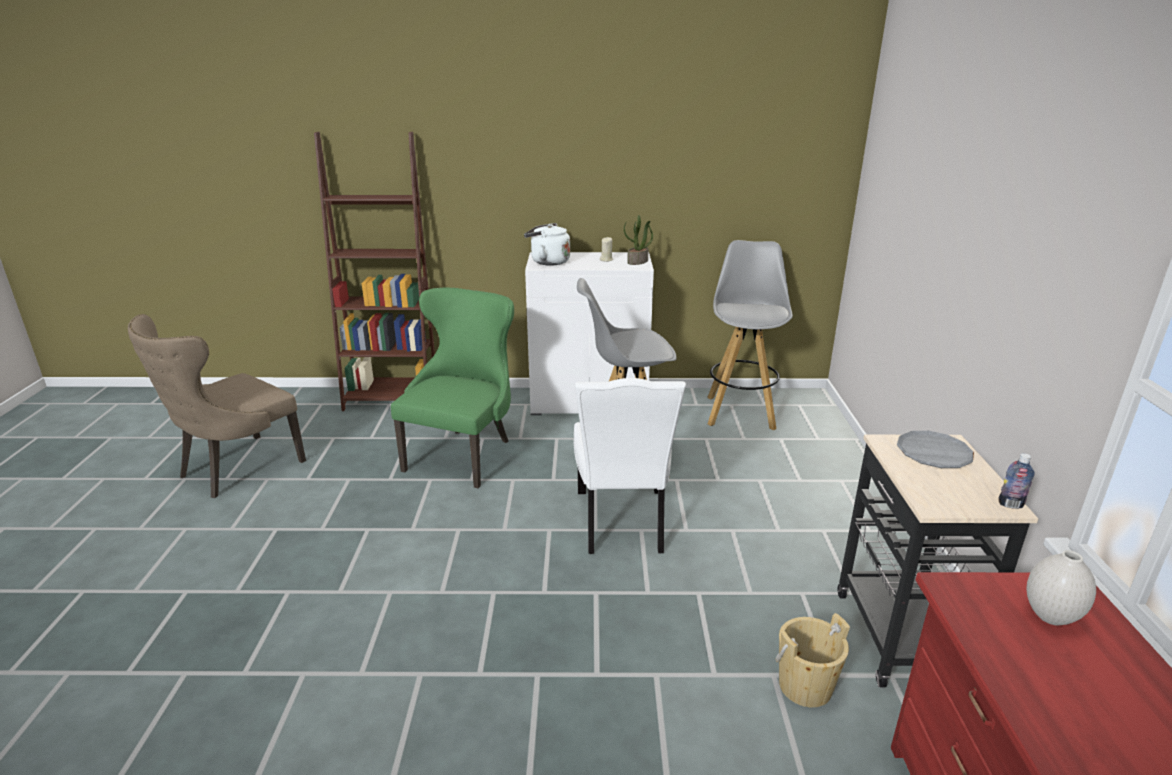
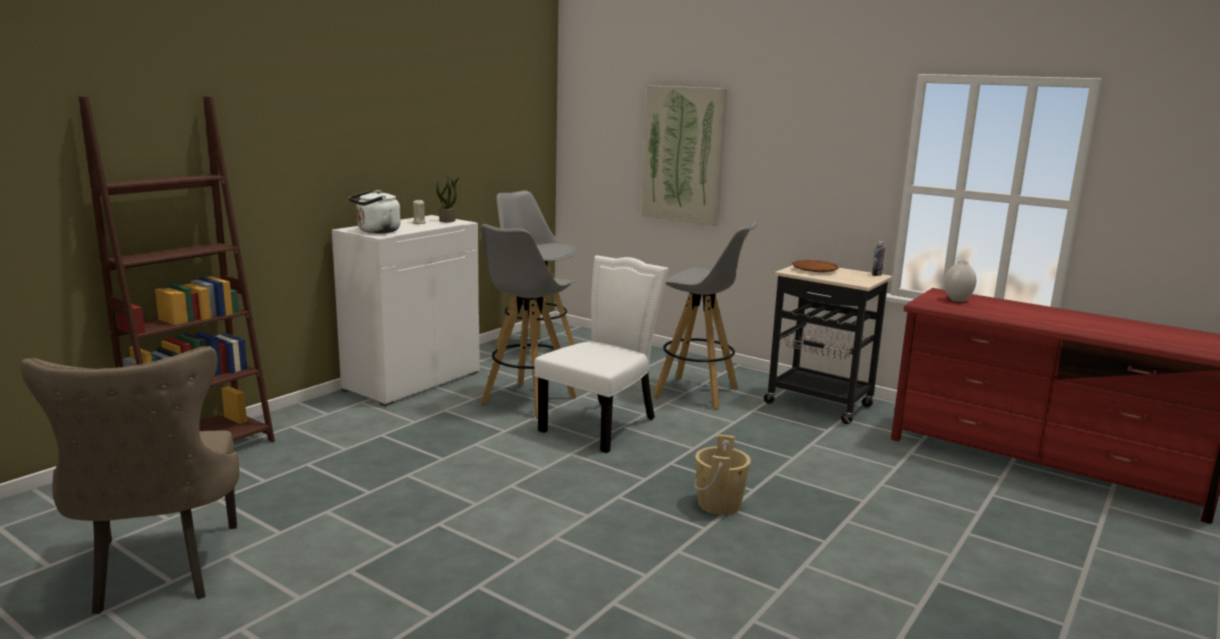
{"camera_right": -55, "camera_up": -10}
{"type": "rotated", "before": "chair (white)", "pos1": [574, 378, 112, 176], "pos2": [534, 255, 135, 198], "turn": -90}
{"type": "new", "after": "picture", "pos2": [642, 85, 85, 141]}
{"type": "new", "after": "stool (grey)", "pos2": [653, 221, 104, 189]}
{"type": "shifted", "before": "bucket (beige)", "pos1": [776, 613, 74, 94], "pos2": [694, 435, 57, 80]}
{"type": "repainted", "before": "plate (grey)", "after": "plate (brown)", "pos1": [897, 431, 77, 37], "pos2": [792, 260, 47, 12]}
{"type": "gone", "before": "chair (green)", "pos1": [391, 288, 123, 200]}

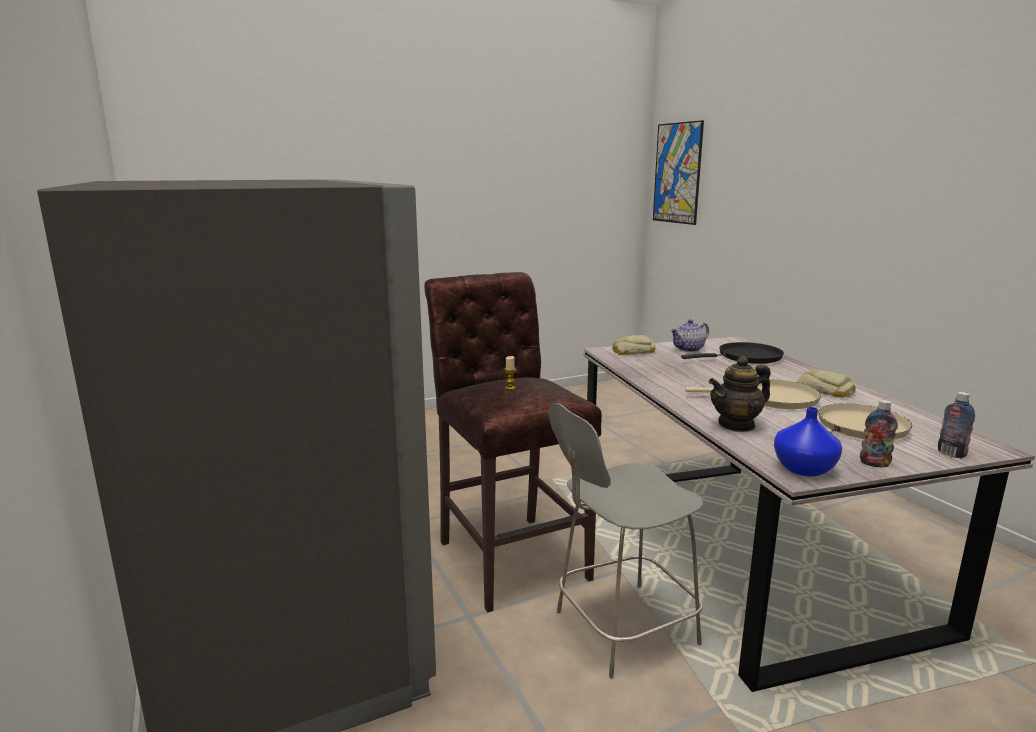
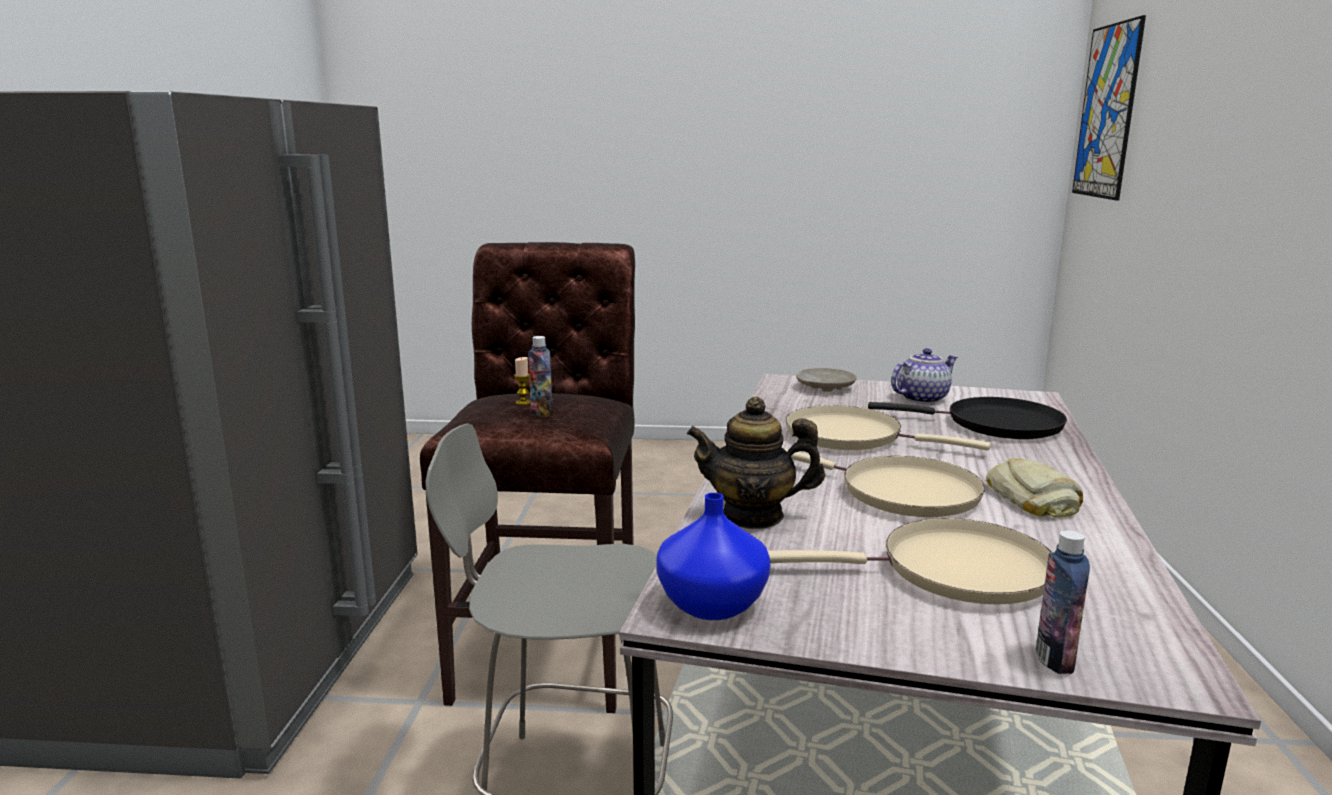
{"camera_right": 30, "camera_up": 0}
{"type": "shifted", "before": "bottle", "pos1": [860, 400, 38, 67], "pos2": [528, 336, 25, 81]}
{"type": "new", "after": "frying pan (beige)", "pos2": [785, 405, 206, 46]}
{"type": "swapped", "before": "bread", "after": "plate (beige)", "pos1": [612, 335, 43, 20], "pos2": [796, 368, 61, 24]}
{"type": "rotated", "before": "teapot", "pos1": [670, 319, 39, 33], "pos2": [891, 348, 67, 56], "turn": 150}

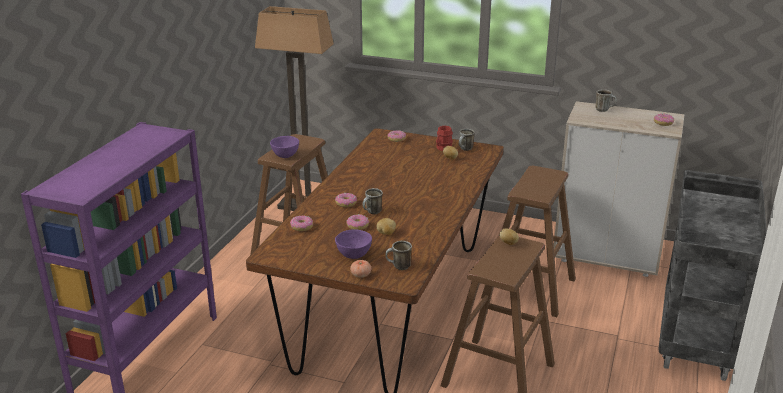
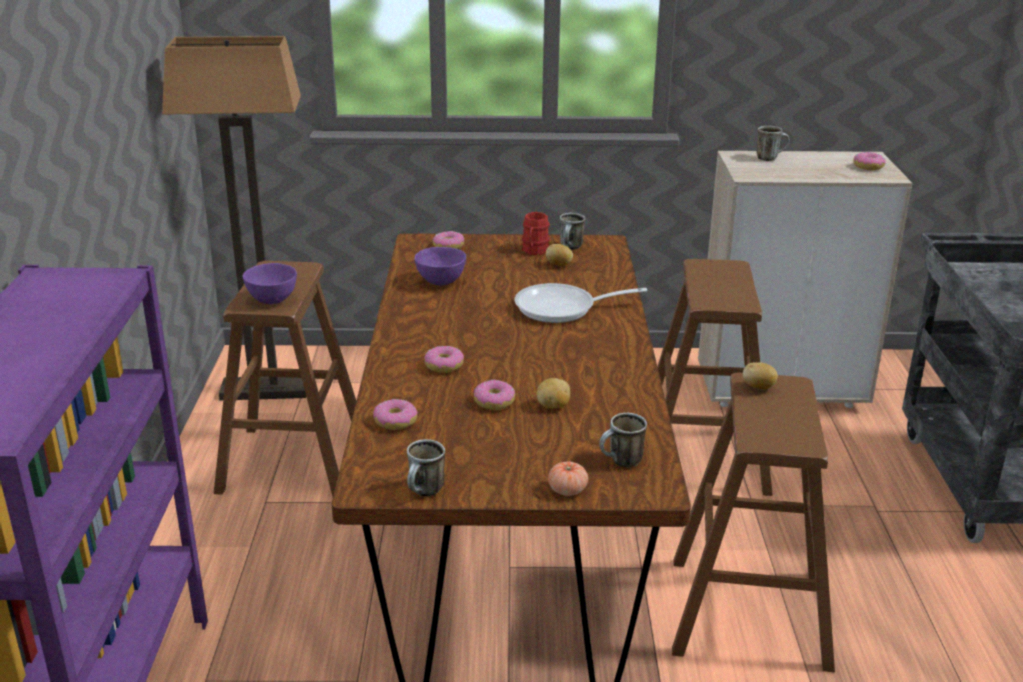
{"camera_right": -20, "camera_up": 0}
{"type": "shifted", "before": "mug", "pos1": [362, 188, 21, 26], "pos2": [407, 439, 38, 57]}
{"type": "shifted", "before": "bowl (purple)", "pos1": [335, 229, 37, 30], "pos2": [414, 247, 52, 38]}
{"type": "new", "after": "frying pan", "pos2": [515, 283, 132, 40]}

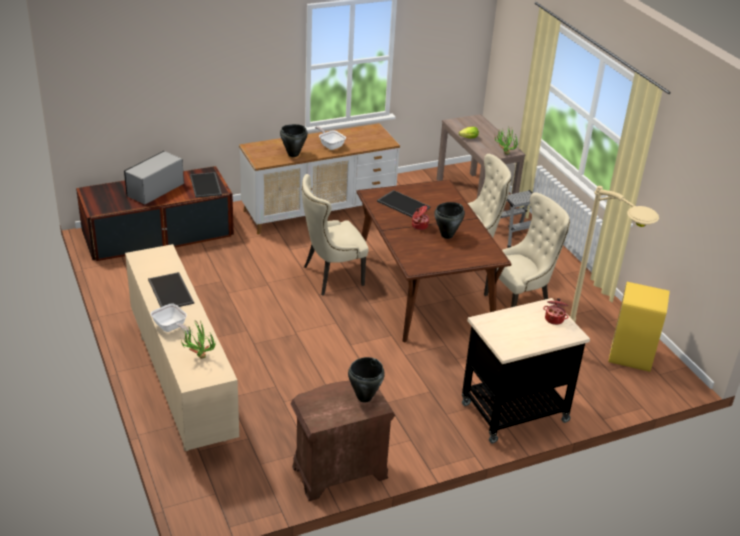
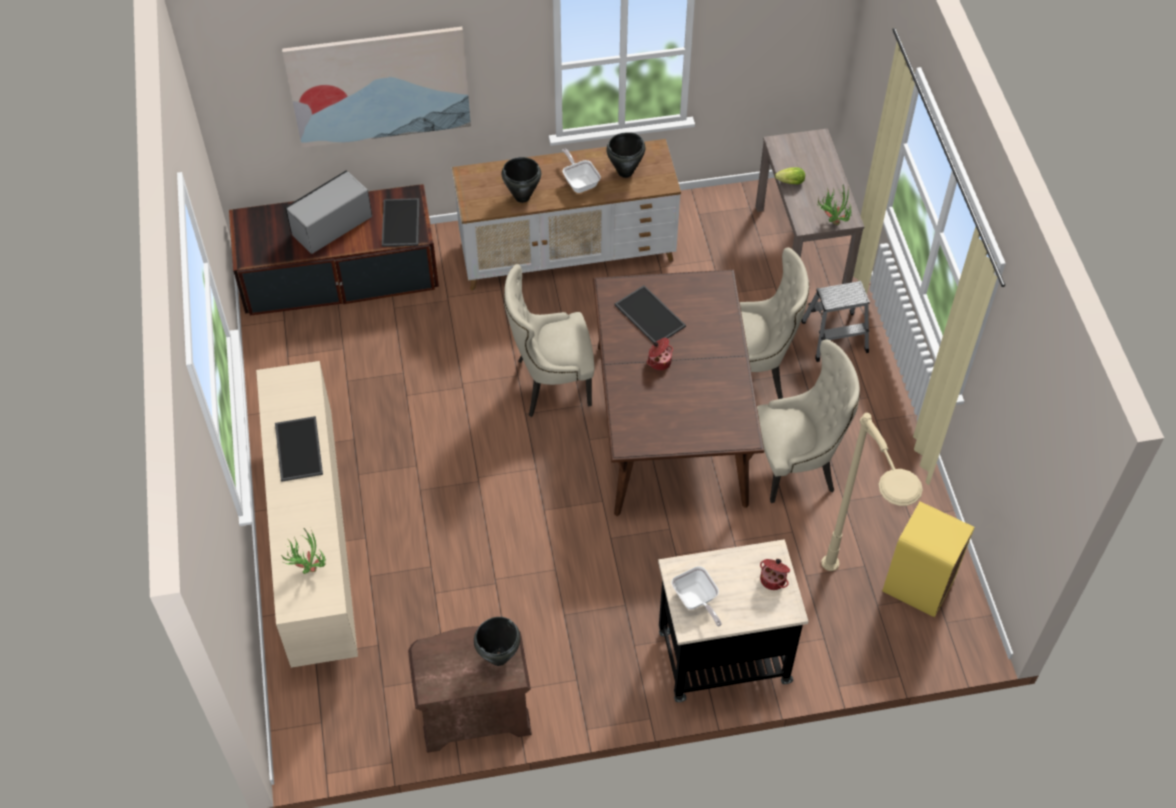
{"camera_right": 15, "camera_up": 20}
{"type": "new", "after": "picture", "pos2": [282, 27, 189, 121]}
{"type": "shifted", "before": "cooking pot (black)", "pos1": [434, 202, 31, 37], "pos2": [606, 132, 39, 46]}
{"type": "shifted", "before": "frying pan", "pos1": [150, 304, 40, 31], "pos2": [671, 566, 51, 61]}

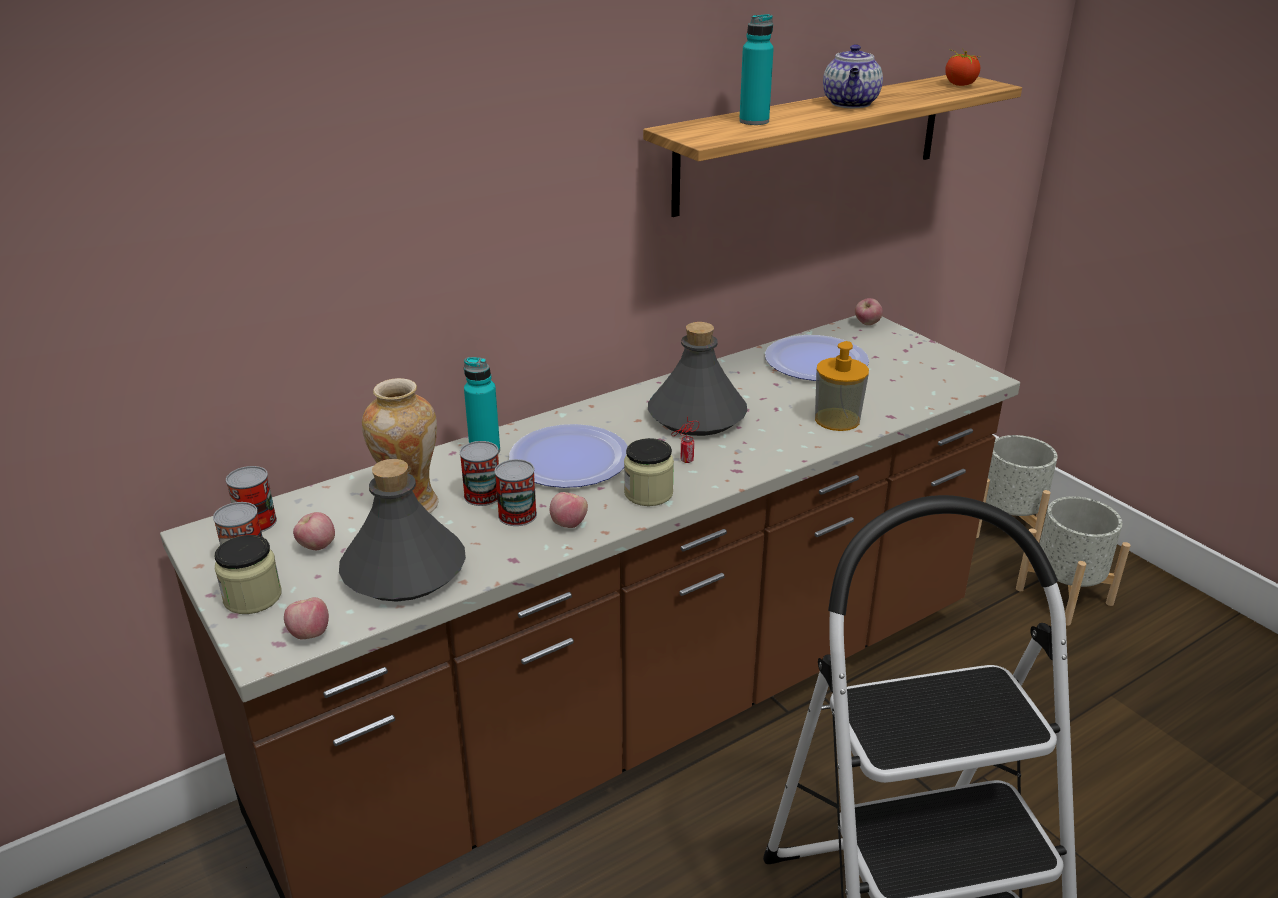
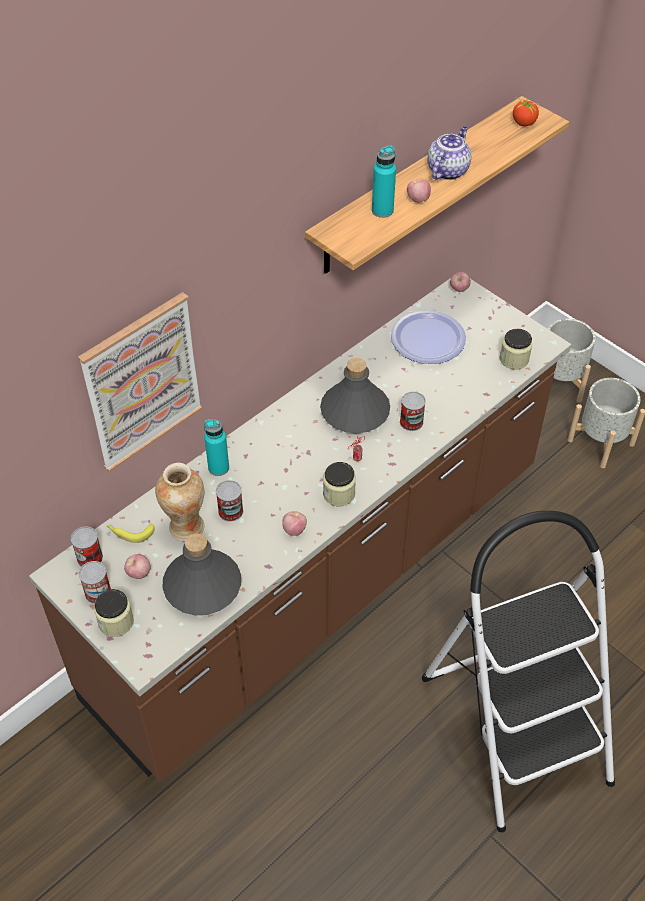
{"camera_right": -10, "camera_up": 20}
{"type": "new", "after": "picture", "pos2": [78, 292, 124, 180]}
{"type": "new", "after": "banana", "pos2": [107, 523, 48, 20]}
{"type": "shifted", "before": "can", "pos1": [495, 459, 42, 67], "pos2": [400, 392, 26, 39]}
{"type": "shifted", "before": "apple", "pos1": [284, 597, 45, 42], "pos2": [407, 179, 24, 24]}
{"type": "rotated", "before": "teapot", "pos1": [823, 44, 60, 64], "pos2": [427, 126, 44, 54], "turn": -150}
{"type": "new", "after": "jar", "pos2": [500, 329, 32, 41]}
{"type": "gone", "before": "plate", "pos1": [509, 424, 119, 64]}
{"type": "gone", "before": "soap dispenser", "pos1": [815, 341, 54, 90]}

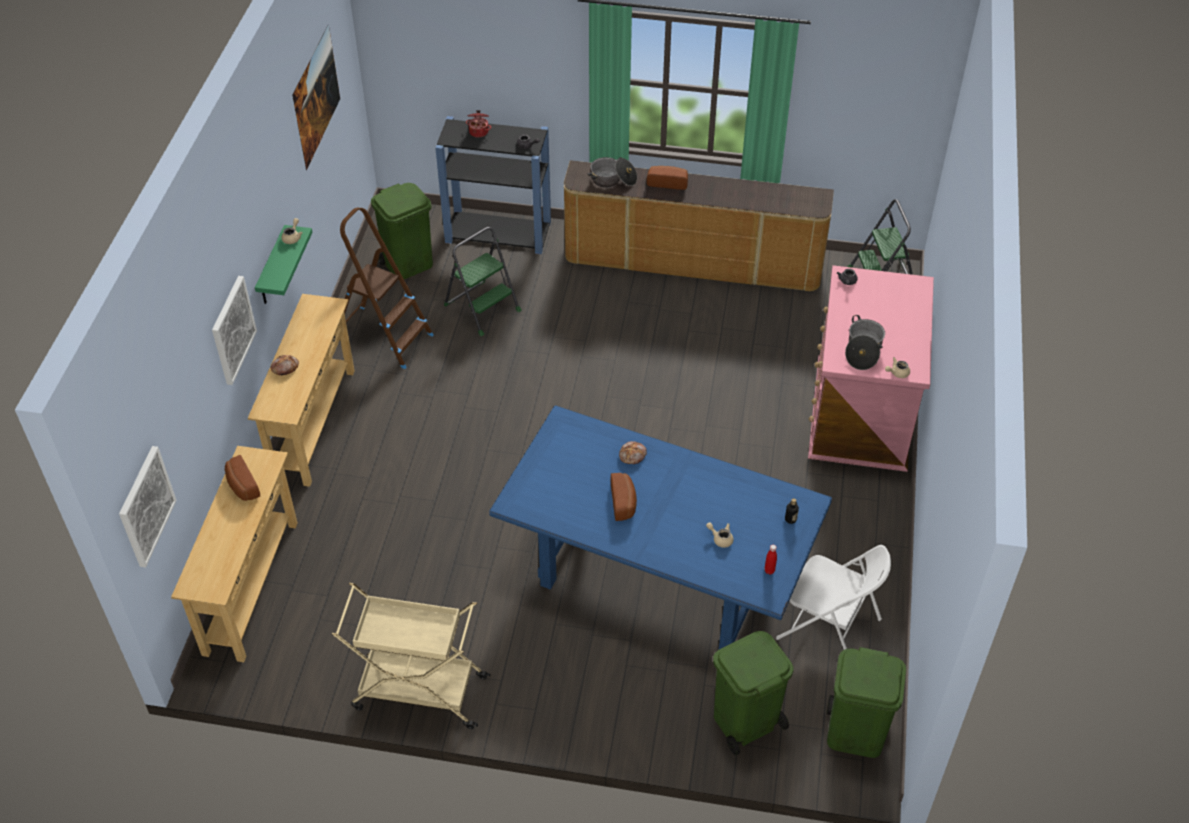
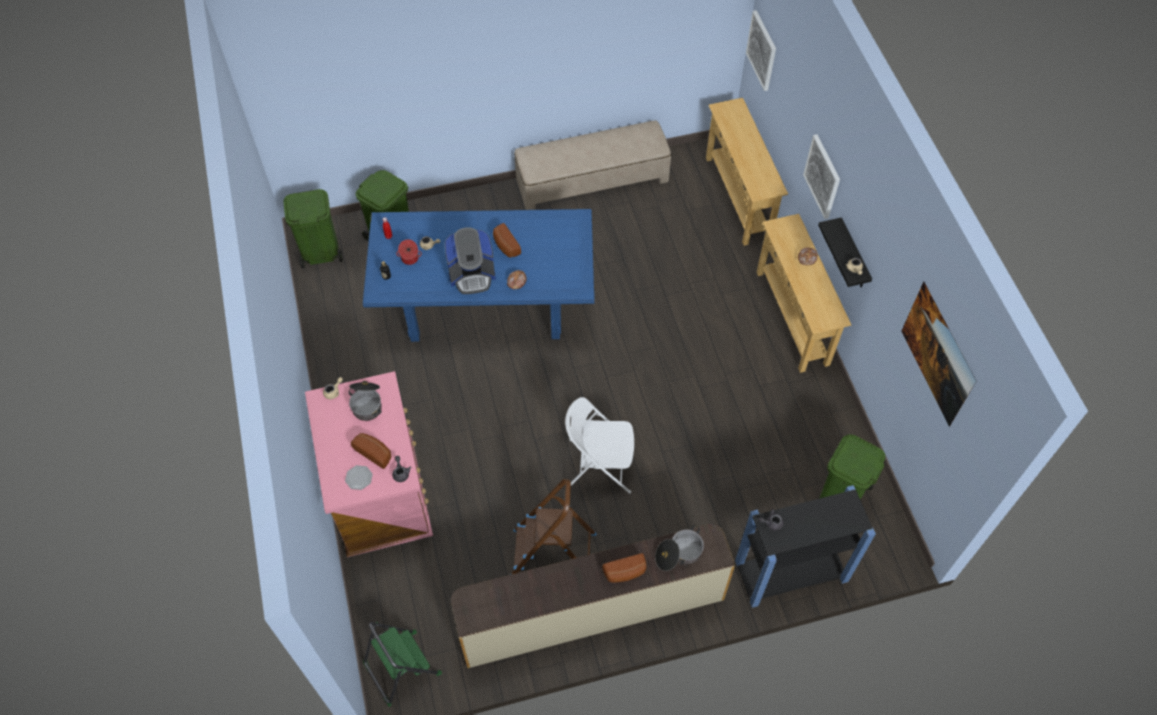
{"camera_right": 155, "camera_up": 10}
{"type": "new", "after": "plate", "pos2": [345, 465, 28, 25]}
{"type": "shifted", "before": "bread", "pos1": [225, 455, 35, 46], "pos2": [351, 433, 40, 36]}
{"type": "shifted", "before": "cooking pot", "pos1": [466, 110, 25, 28], "pos2": [396, 240, 26, 25]}
{"type": "new", "after": "coffee machine", "pos2": [445, 227, 51, 67]}
{"type": "shifted", "before": "step ladder (brown)", "pos1": [340, 208, 94, 161], "pos2": [510, 479, 86, 96]}
{"type": "swapped", "before": "cart (beige)", "after": "bench (beige)", "pos1": [332, 583, 159, 146], "pos2": [514, 120, 157, 90]}
{"type": "shifted", "before": "chair (white)", "pos1": [776, 545, 115, 105], "pos2": [565, 397, 69, 97]}
{"type": "repainted", "before": "shelf (green)", "after": "shelf (black)", "pos1": [255, 225, 58, 79], "pos2": [818, 217, 54, 70]}
{"type": "gone", "before": "step ladder (green)", "pos1": [444, 227, 78, 109]}

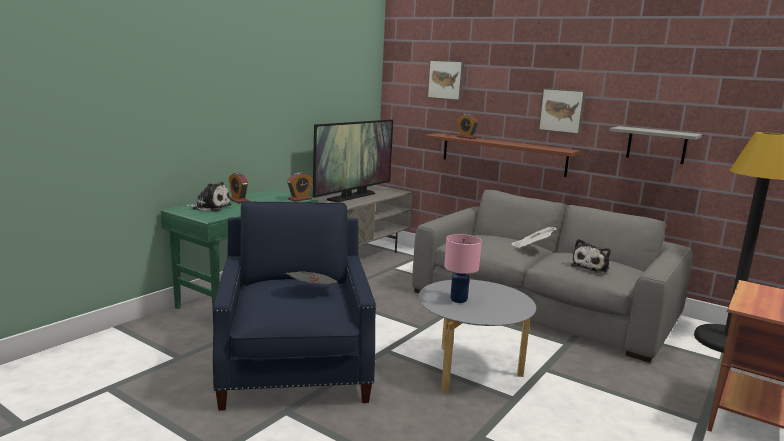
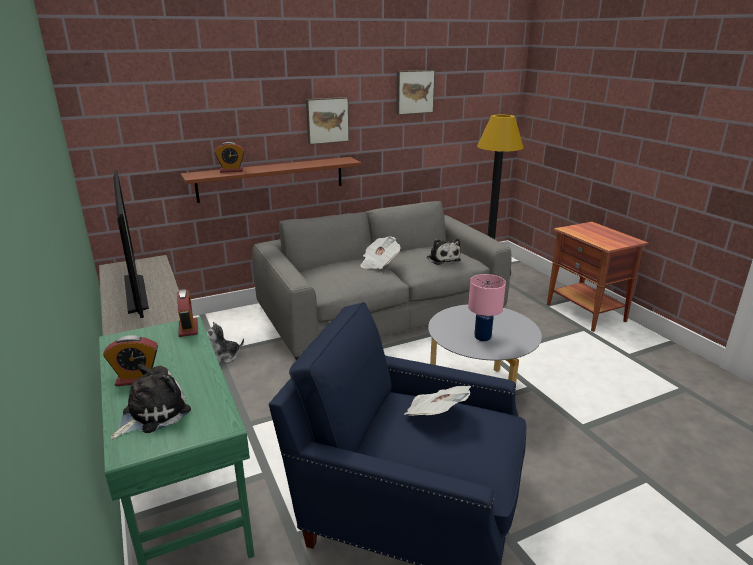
{"camera_right": -60, "camera_up": 10}
{"type": "new", "after": "plush toy", "pos2": [207, 322, 37, 41]}
{"type": "shifted", "before": "picture", "pos1": [427, 60, 38, 40], "pos2": [396, 70, 39, 45]}
{"type": "gone", "before": "shelf (grey)", "pos1": [609, 126, 93, 38]}

